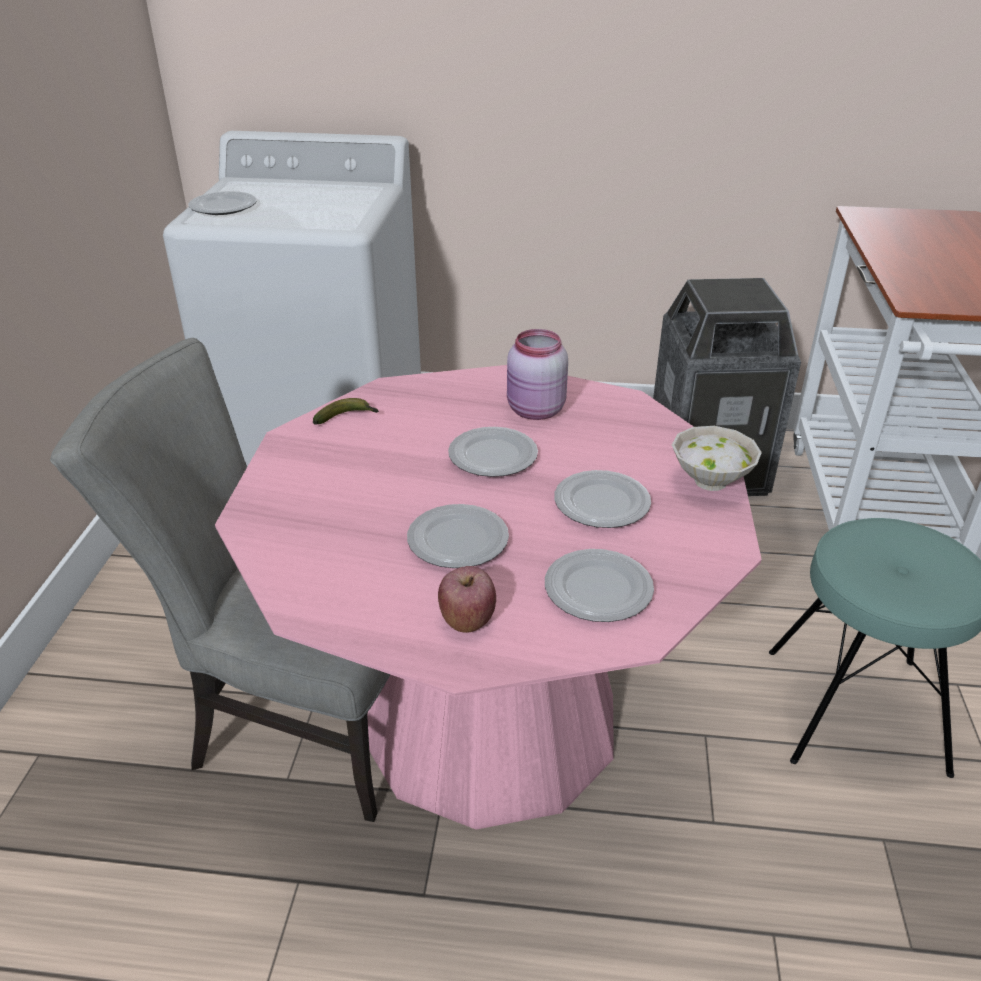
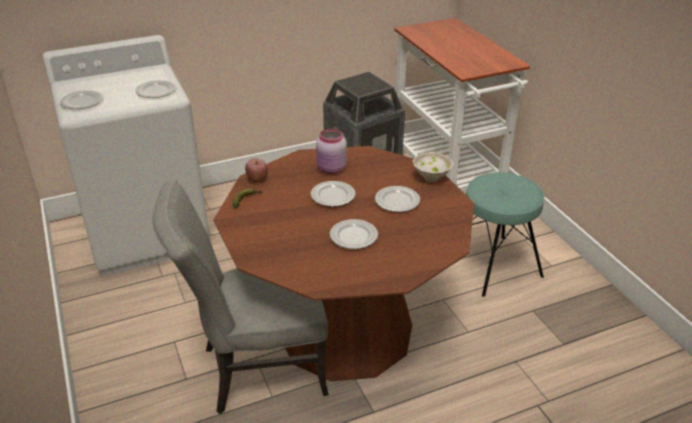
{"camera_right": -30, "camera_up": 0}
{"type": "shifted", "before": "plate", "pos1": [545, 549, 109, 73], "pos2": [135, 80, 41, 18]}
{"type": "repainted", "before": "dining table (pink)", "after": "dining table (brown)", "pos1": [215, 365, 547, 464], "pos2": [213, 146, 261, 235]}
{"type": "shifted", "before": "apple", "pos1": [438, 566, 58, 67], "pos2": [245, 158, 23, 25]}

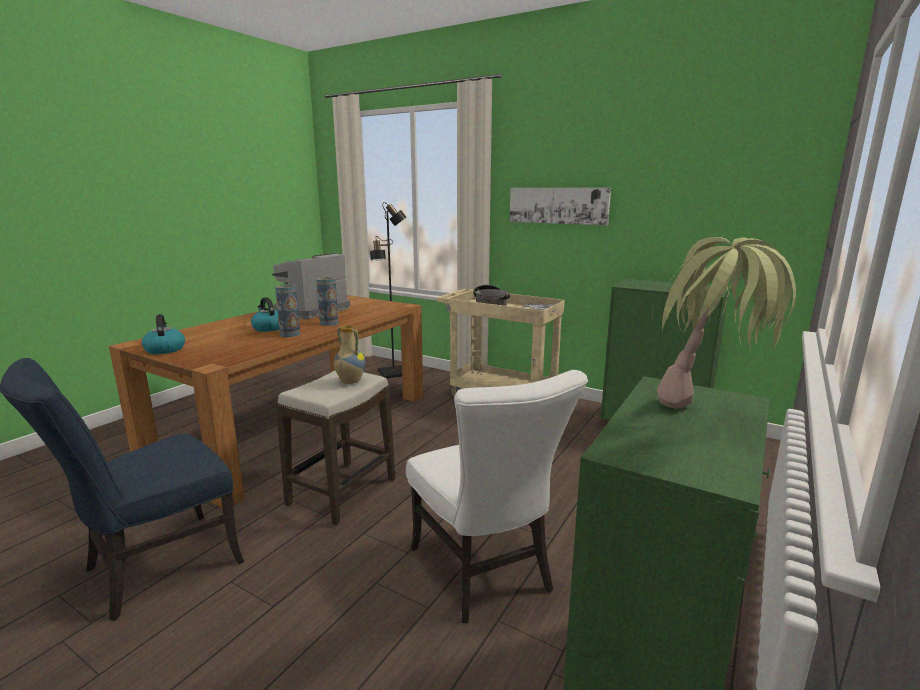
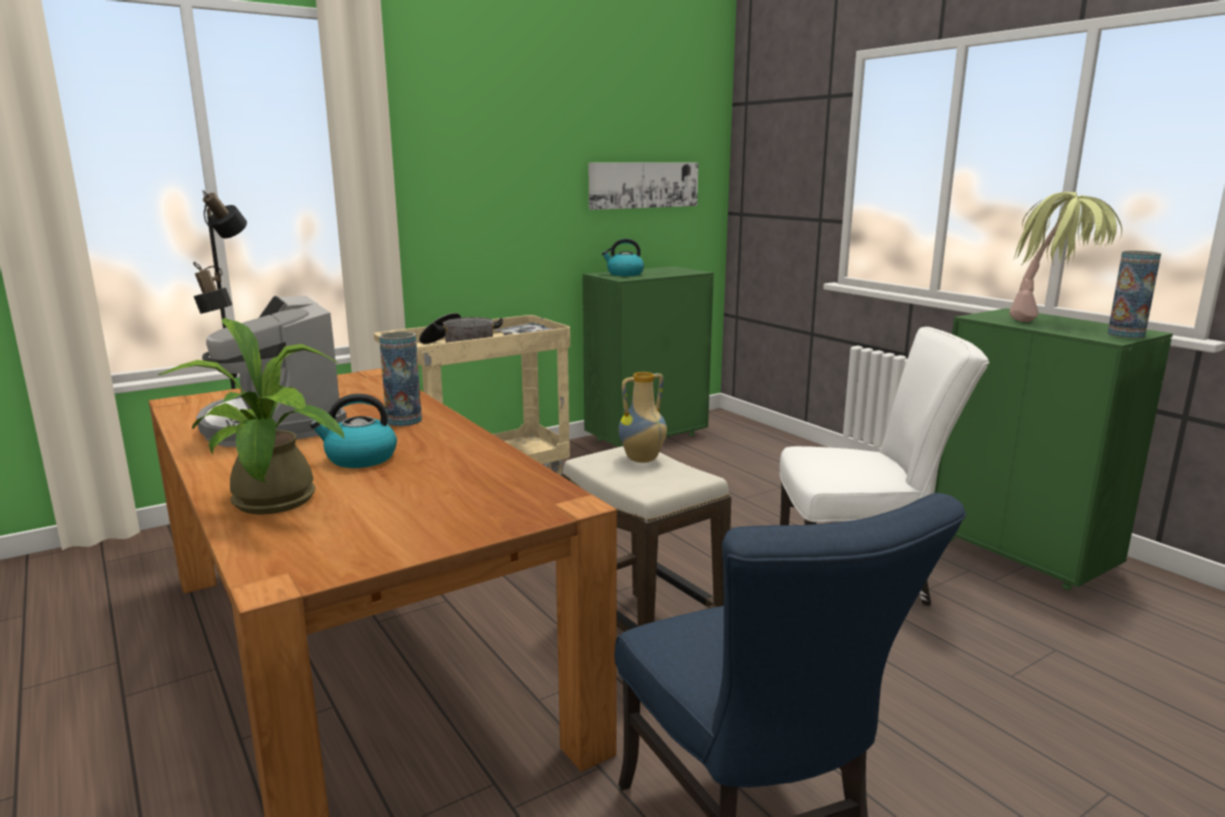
{"camera_right": -65, "camera_up": 0}
{"type": "new", "after": "potted plant", "pos2": [158, 318, 187, 196]}
{"type": "shifted", "before": "picture", "pos1": [510, 188, 101, 37], "pos2": [589, 163, 109, 47]}
{"type": "shifted", "before": "kettle", "pos1": [142, 314, 43, 40], "pos2": [602, 238, 42, 38]}
{"type": "shifted", "before": "vase", "pos1": [275, 284, 25, 53], "pos2": [1108, 251, 53, 87]}

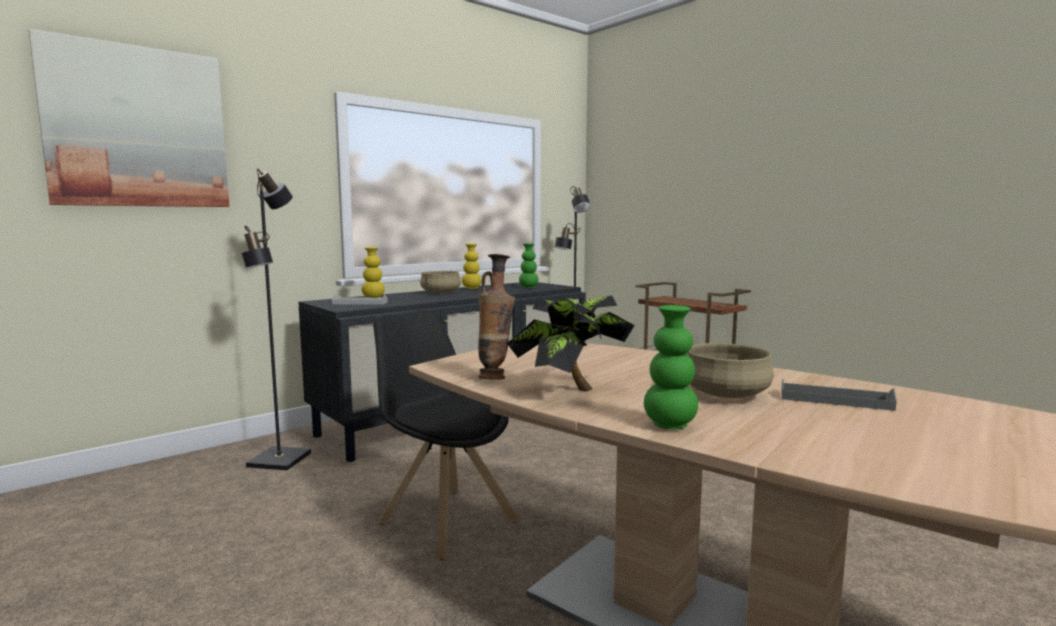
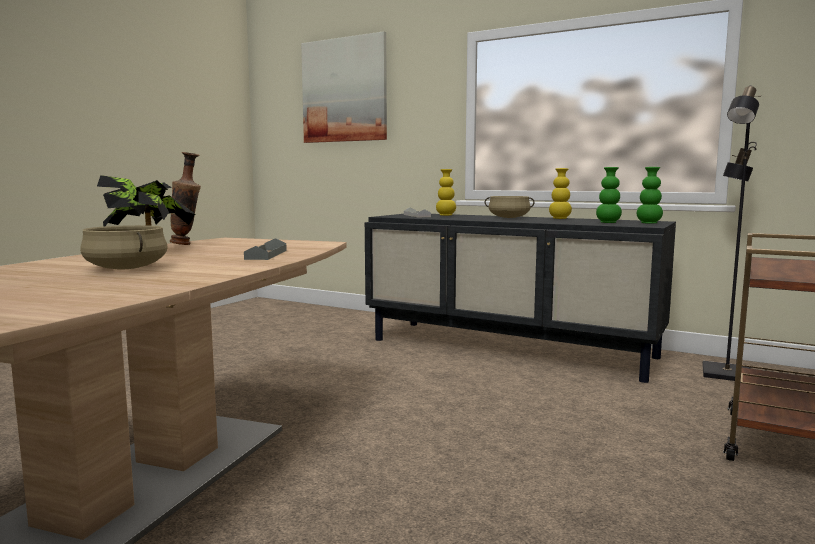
{"camera_right": 70, "camera_up": 0}
{"type": "shifted", "before": "tray (grey)", "pos1": [781, 379, 116, 32], "pos2": [244, 238, 43, 22]}
{"type": "shifted", "before": "vase (green)", "pos1": [644, 305, 54, 124], "pos2": [637, 167, 26, 57]}
{"type": "gone", "before": "floor lamp (black)", "pos1": [242, 168, 69, 302]}
{"type": "gone", "before": "chair (black)", "pos1": [373, 309, 146, 251]}

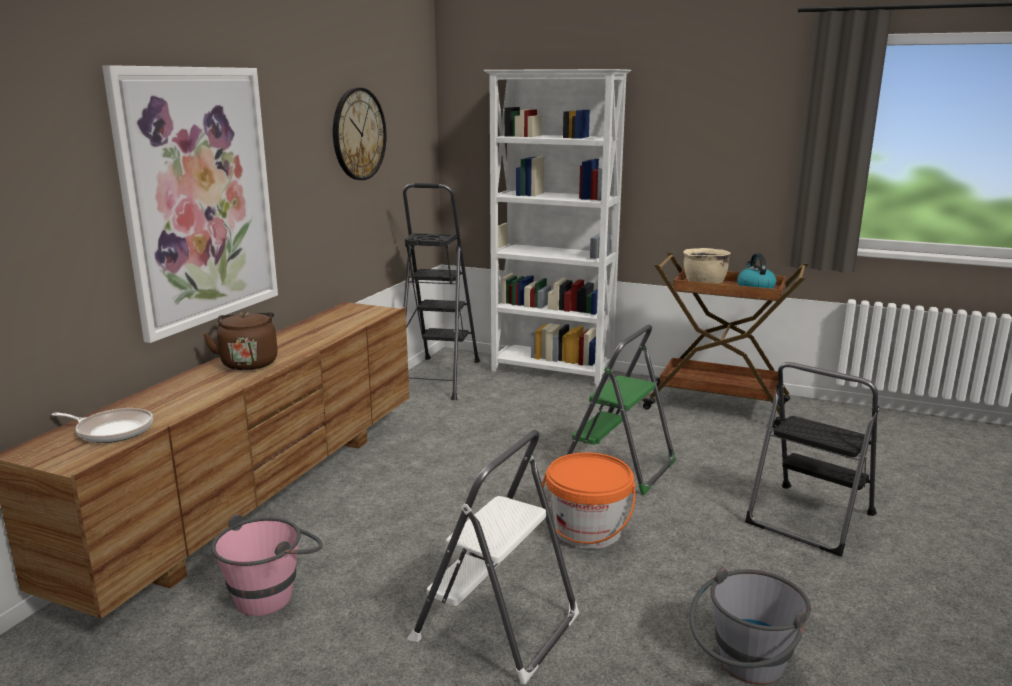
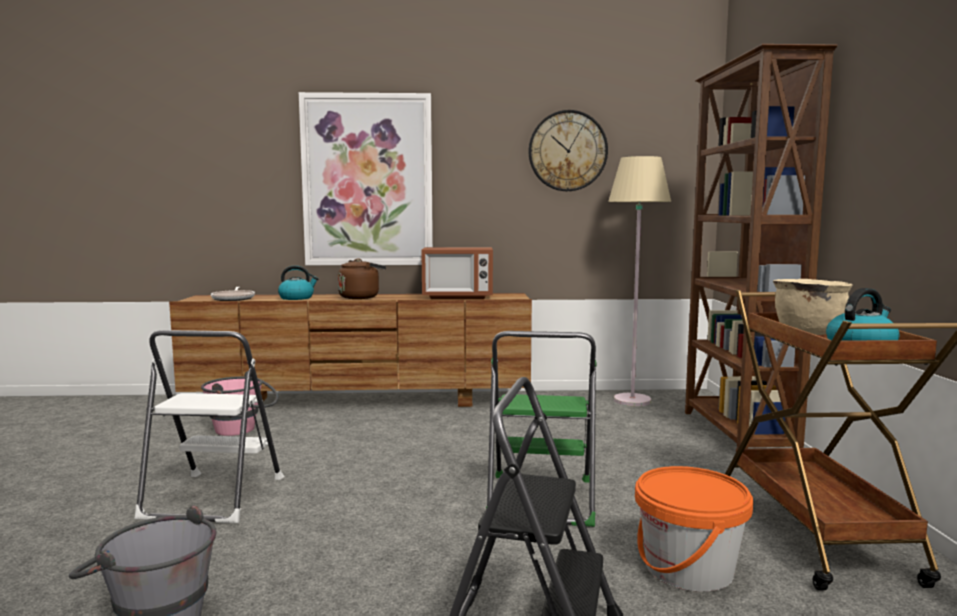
{"camera_right": 65, "camera_up": -10}
{"type": "new", "after": "kettle", "pos2": [278, 265, 41, 35]}
{"type": "new", "after": "microwave", "pos2": [421, 247, 72, 52]}
{"type": "swapped", "before": "step ladder", "after": "floor lamp (beige)", "pos1": [403, 183, 77, 217], "pos2": [608, 156, 63, 250]}
{"type": "shifted", "before": "bucket (orange)", "pos1": [541, 452, 95, 97], "pos2": [635, 466, 118, 126]}
{"type": "repainted", "before": "bookcase (white)", "after": "bookcase (brown)", "pos1": [484, 69, 147, 318], "pos2": [685, 44, 153, 405]}

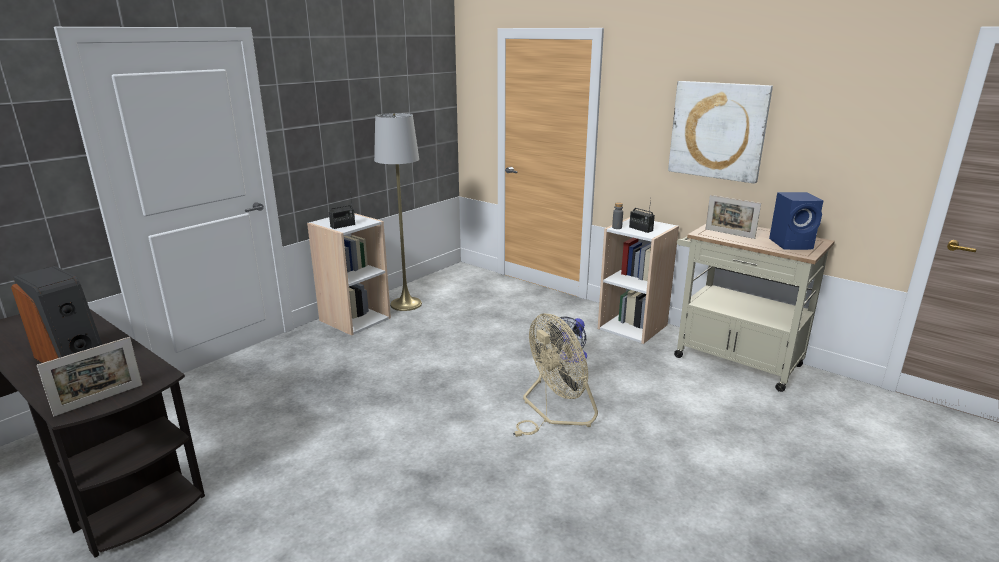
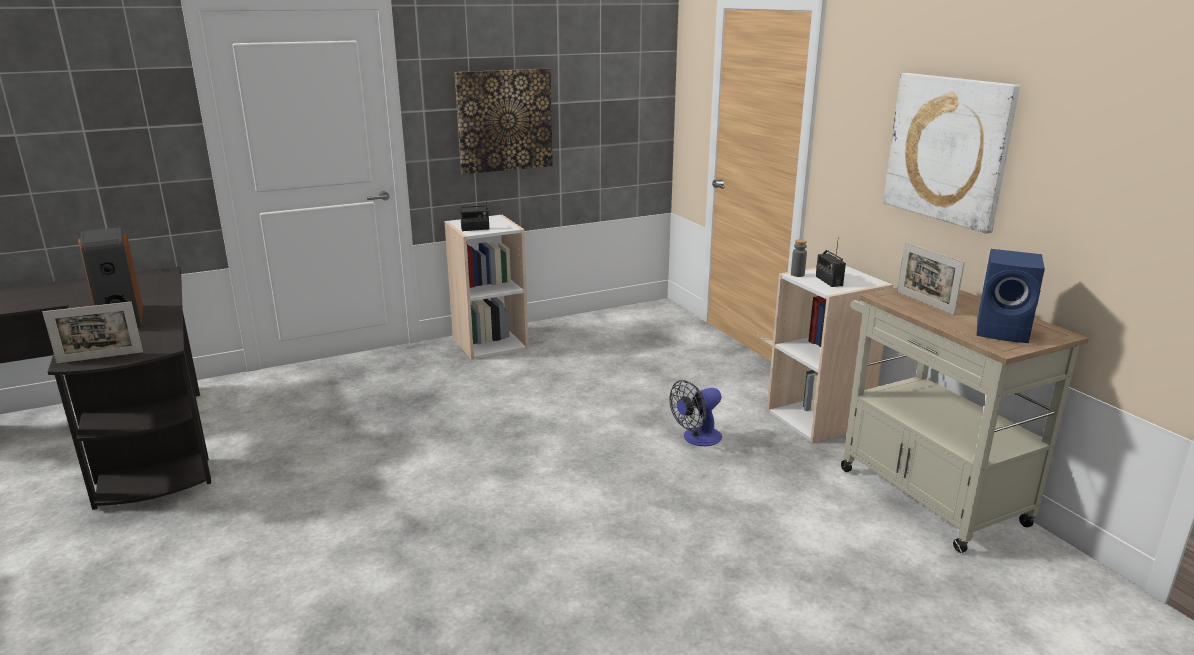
{"camera_right": 25, "camera_up": 0}
{"type": "new", "after": "picture", "pos2": [455, 68, 98, 106]}
{"type": "gone", "before": "floor lamp (grey)", "pos1": [374, 113, 48, 198]}
{"type": "gone", "before": "fan (beige)", "pos1": [513, 313, 85, 124]}

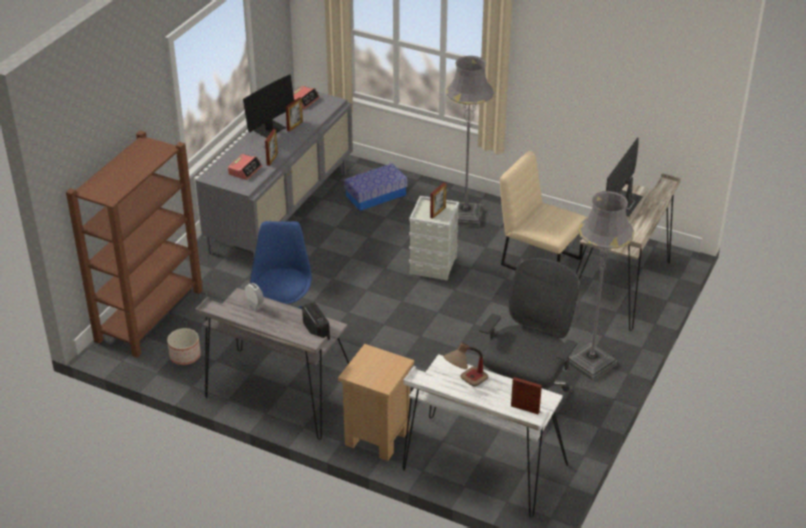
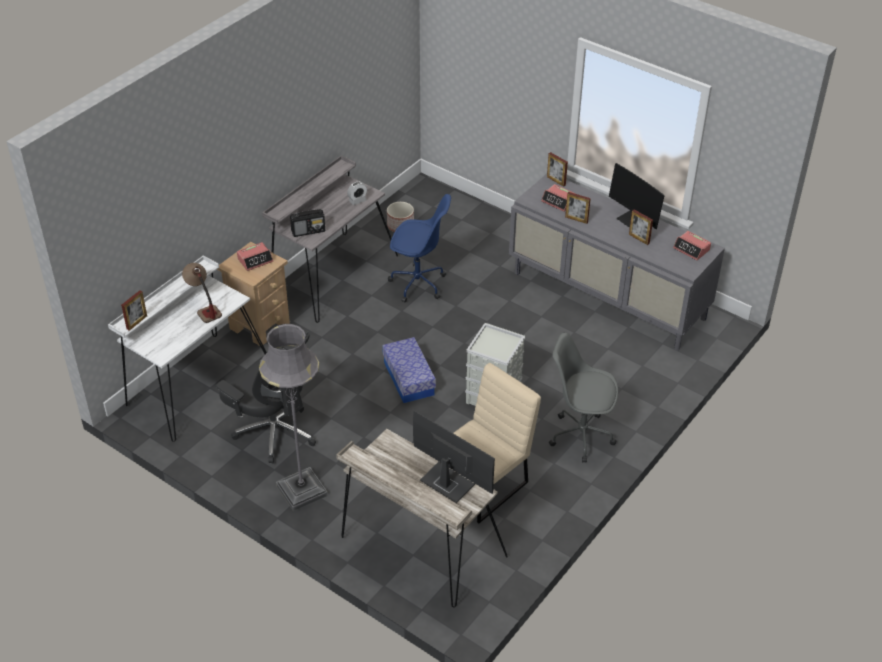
{"camera_right": 100, "camera_up": 5}
{"type": "new", "after": "alarm clock", "pos2": [237, 242, 36, 29]}
{"type": "shifted", "before": "storage box", "pos1": [344, 164, 63, 47], "pos2": [382, 337, 54, 66]}
{"type": "shifted", "before": "picture frame", "pos1": [430, 183, 16, 36], "pos2": [547, 152, 21, 35]}
{"type": "swapped", "before": "floor lamp (grey)", "after": "office chair (grey)", "pos1": [446, 56, 48, 171], "pos2": [549, 333, 69, 129]}
{"type": "gone", "before": "bookcase (brown)", "pos1": [66, 130, 137, 227]}

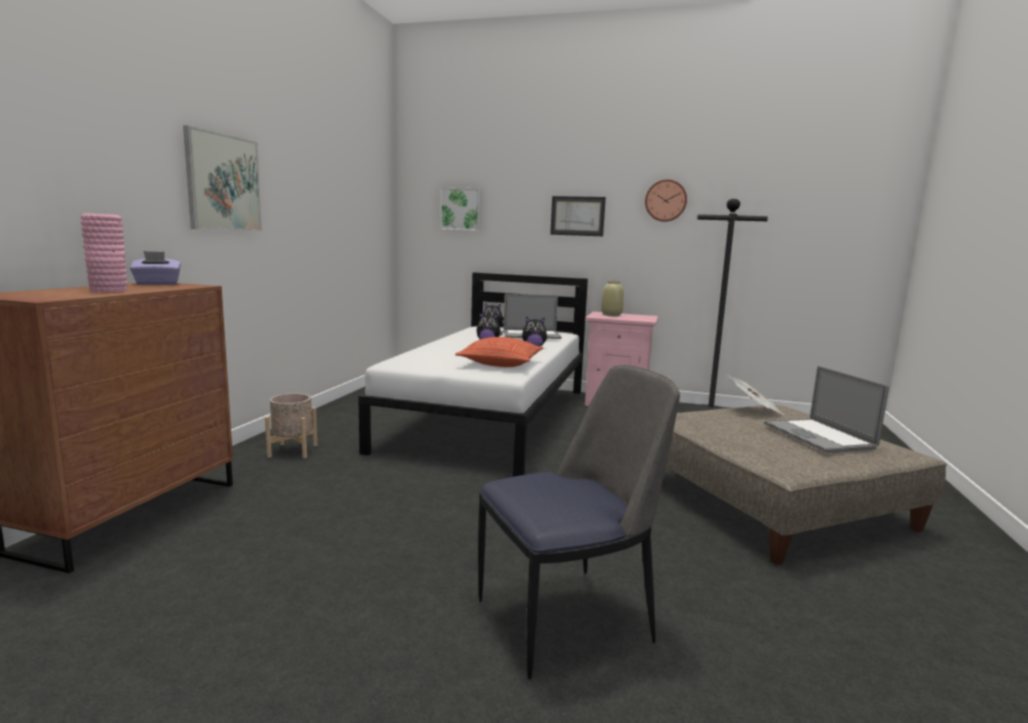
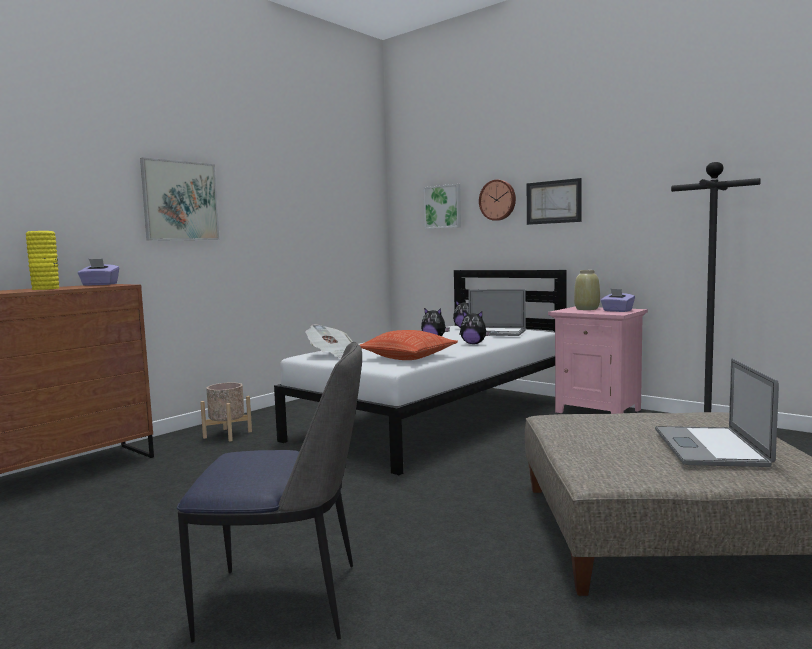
{"camera_right": 25, "camera_up": -5}
{"type": "repainted", "before": "vase (pink)", "after": "vase (yellow)", "pos1": [81, 213, 47, 79], "pos2": [26, 231, 33, 59]}
{"type": "shifted", "before": "newspaper", "pos1": [727, 375, 57, 40], "pos2": [305, 324, 48, 34]}
{"type": "shifted", "before": "wall clock", "pos1": [645, 179, 42, 43], "pos2": [479, 180, 37, 41]}
{"type": "new", "after": "tissue box (purple)", "pos2": [600, 289, 35, 23]}

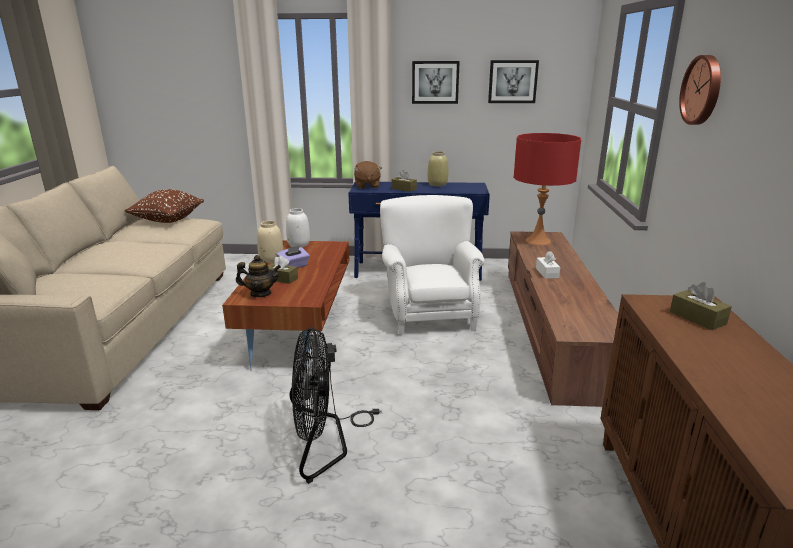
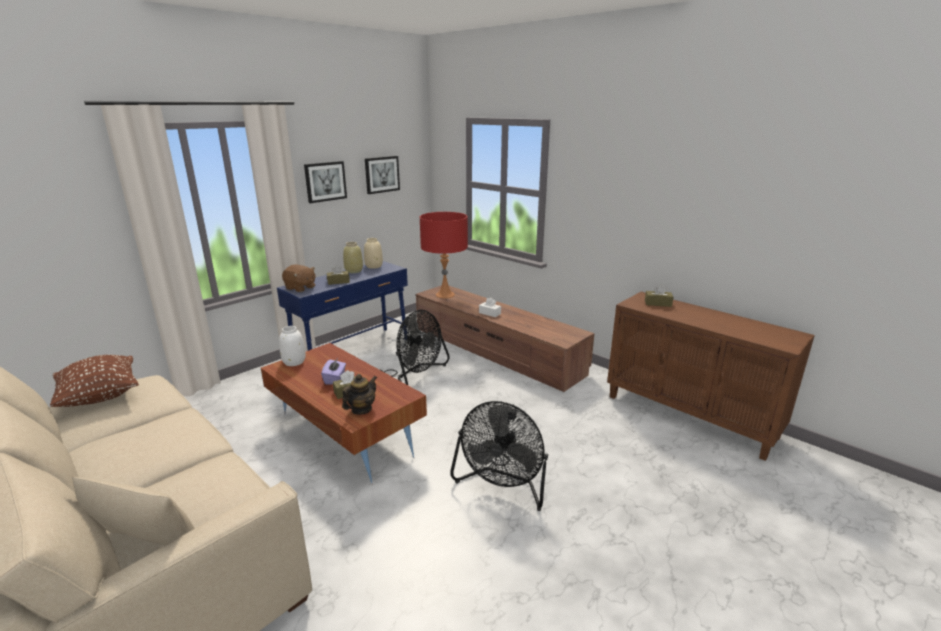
{"camera_right": -50, "camera_up": 0}
{"type": "shifted", "before": "vase (beige)", "pos1": [257, 221, 26, 42], "pos2": [364, 238, 19, 31]}
{"type": "swapped", "before": "armchair (white)", "after": "fan (black)", "pos1": [380, 195, 105, 140], "pos2": [380, 310, 70, 75]}
{"type": "gone", "before": "wall clock", "pos1": [679, 55, 42, 70]}

